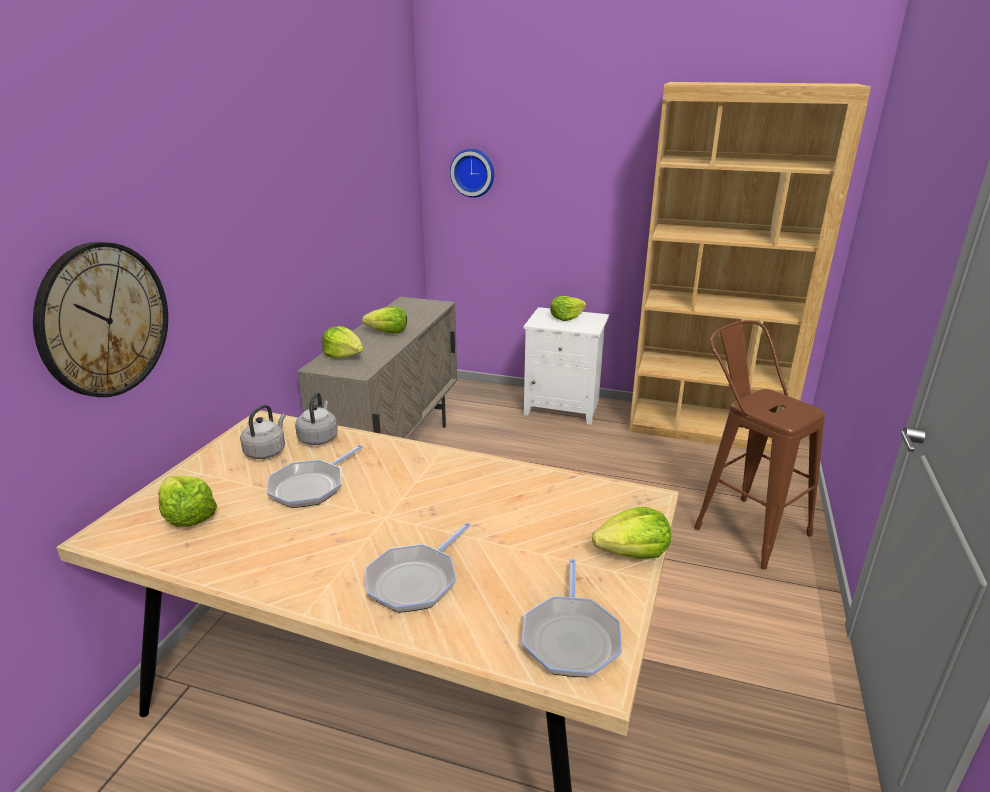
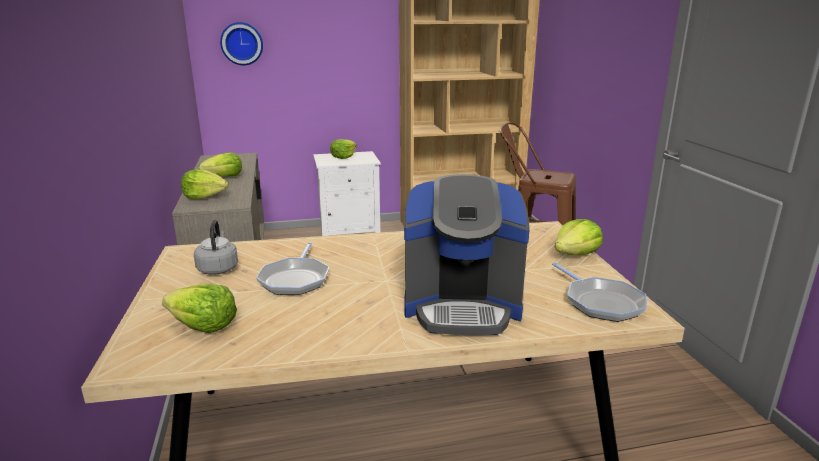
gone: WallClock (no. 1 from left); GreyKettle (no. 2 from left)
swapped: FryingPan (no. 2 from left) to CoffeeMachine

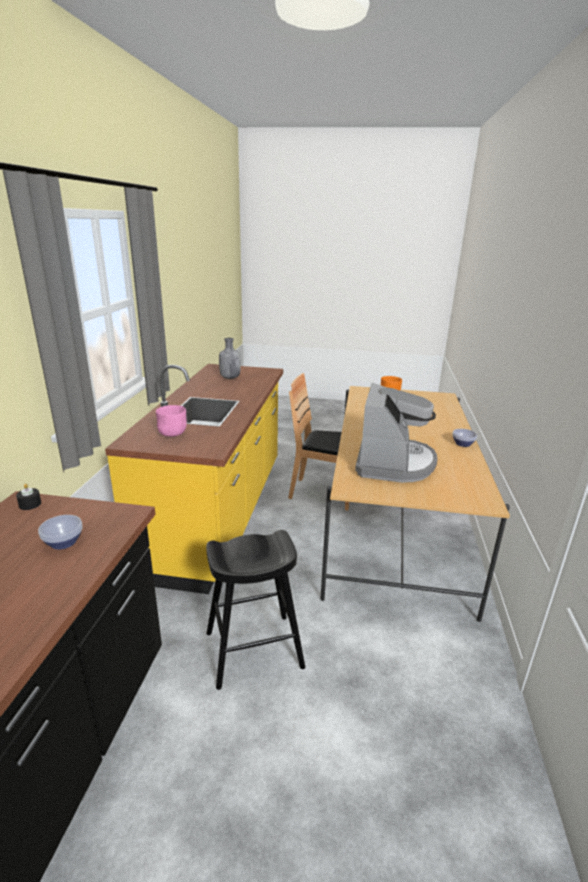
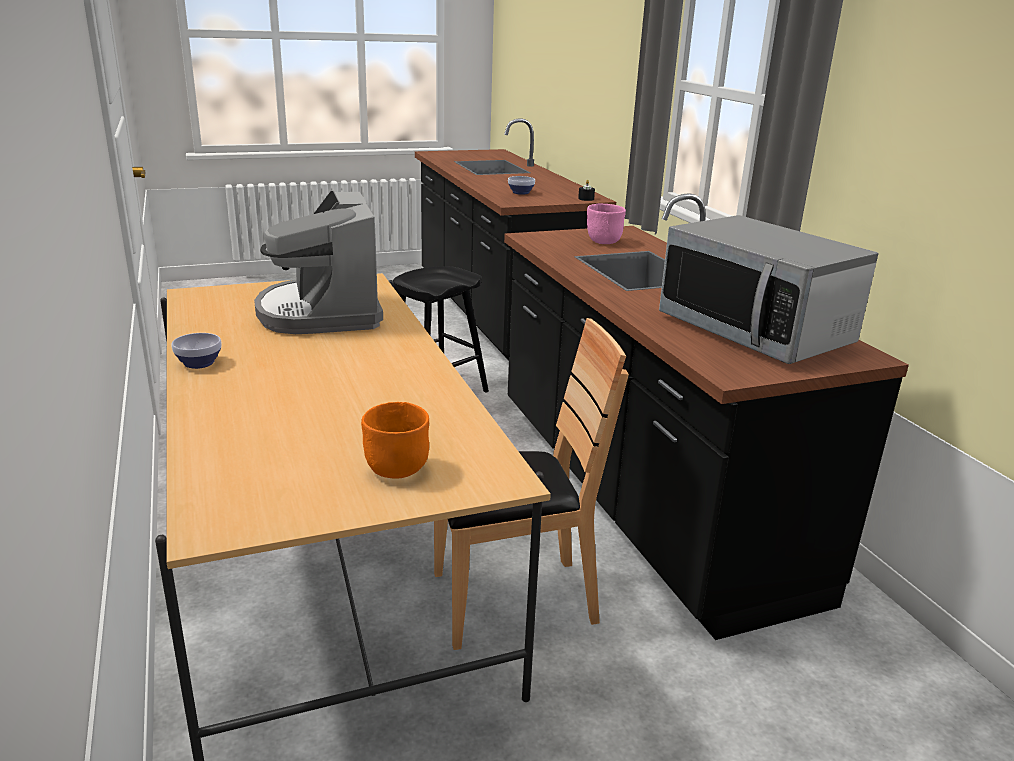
swapped: GreyBottle to Microwave
repainted: YellowCounter to BlackCounter (no. 2 from left)

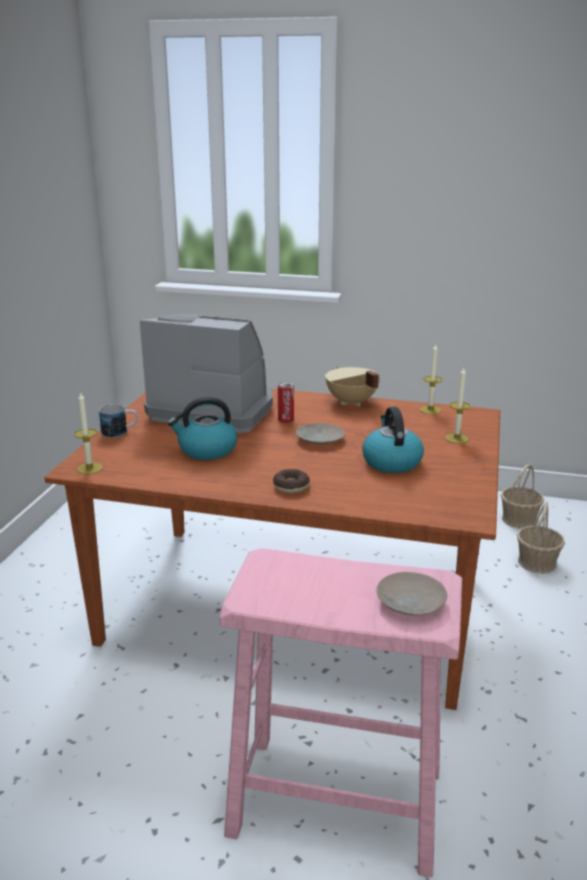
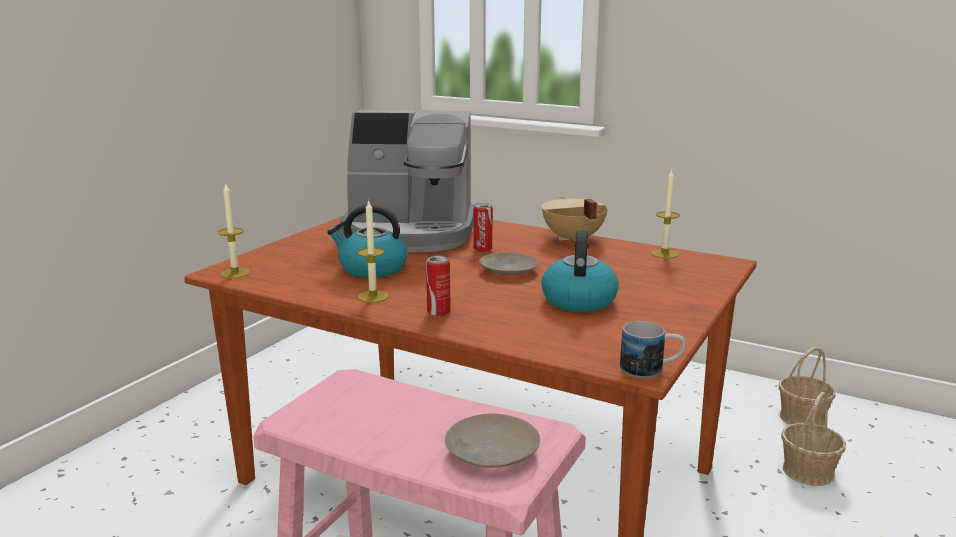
shifted: Candle (no. 3 from left in the first image) to Candle (no. 2 from left); Mug
swapped: Donut to Can (no. 1 from left)
rotated: CoffeeMachine 150 degrees clockwise

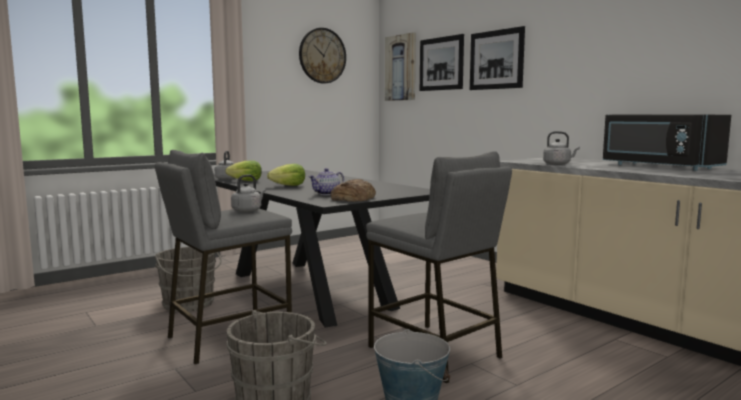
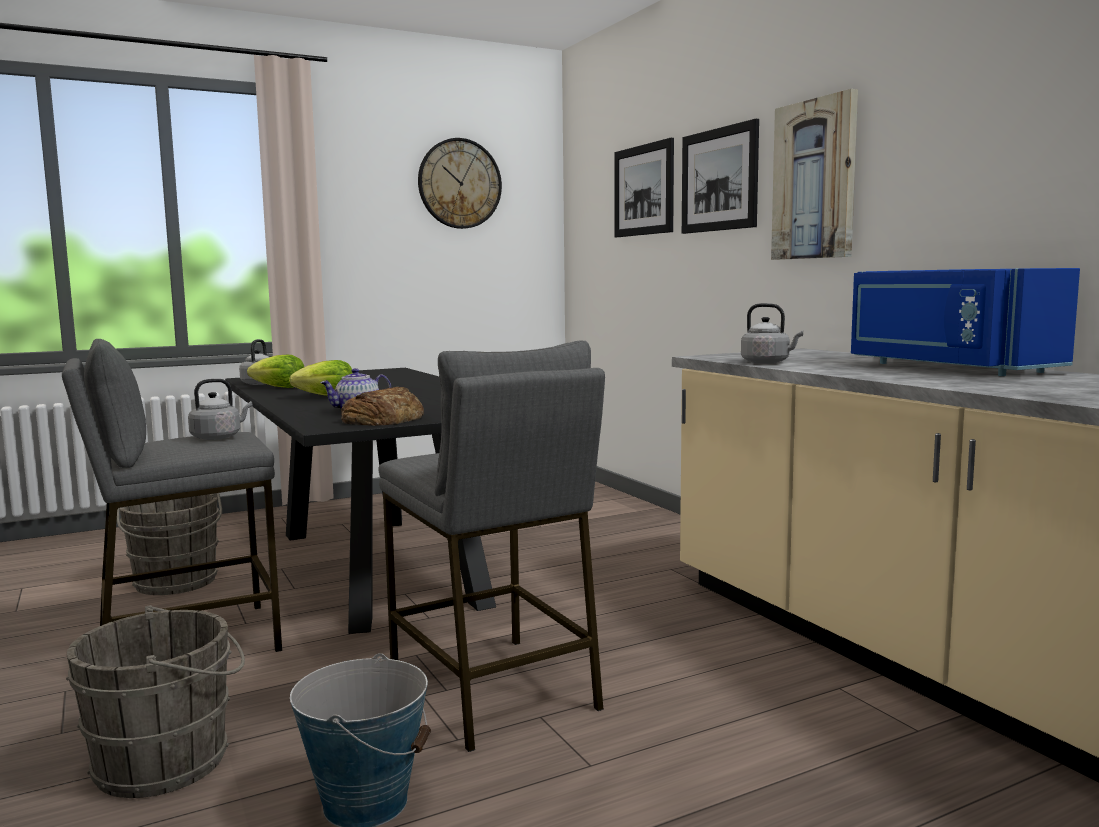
shifted: Picture (no. 1 from left in the first image) to Picture (no. 3 from left)
repainted: BlackMicrowave to BlueMicrowave

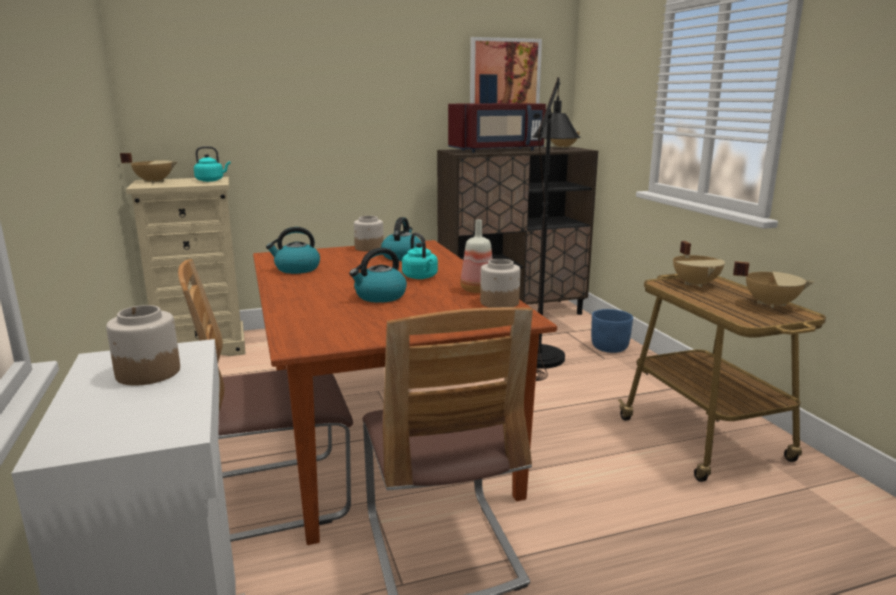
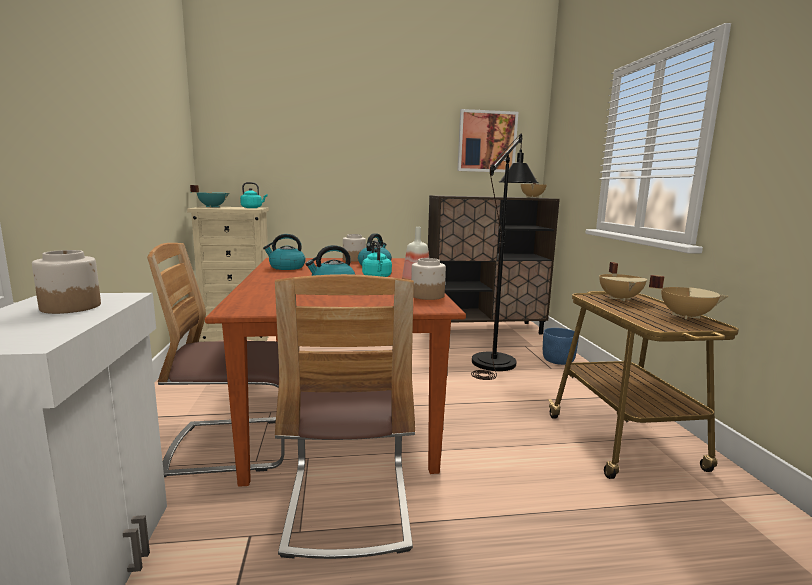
gone: RedMicrowave
repainted: BeigeCookingPot (no. 1 from left) to TurquoiseCookingPot

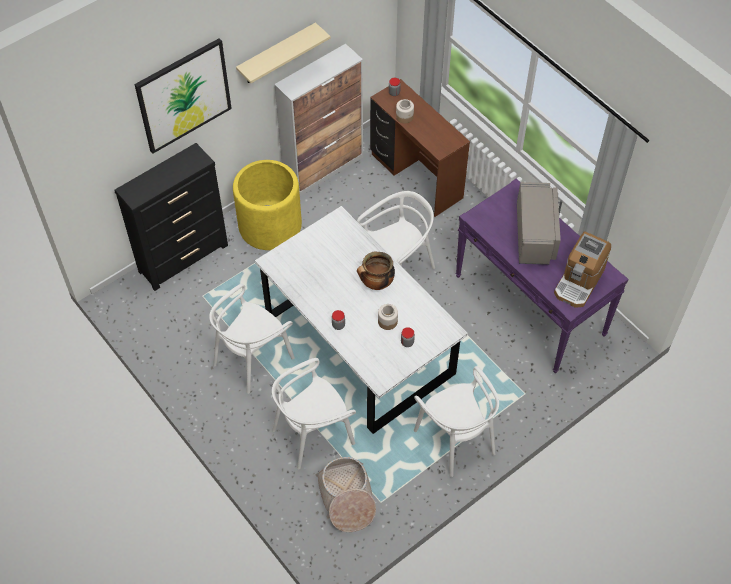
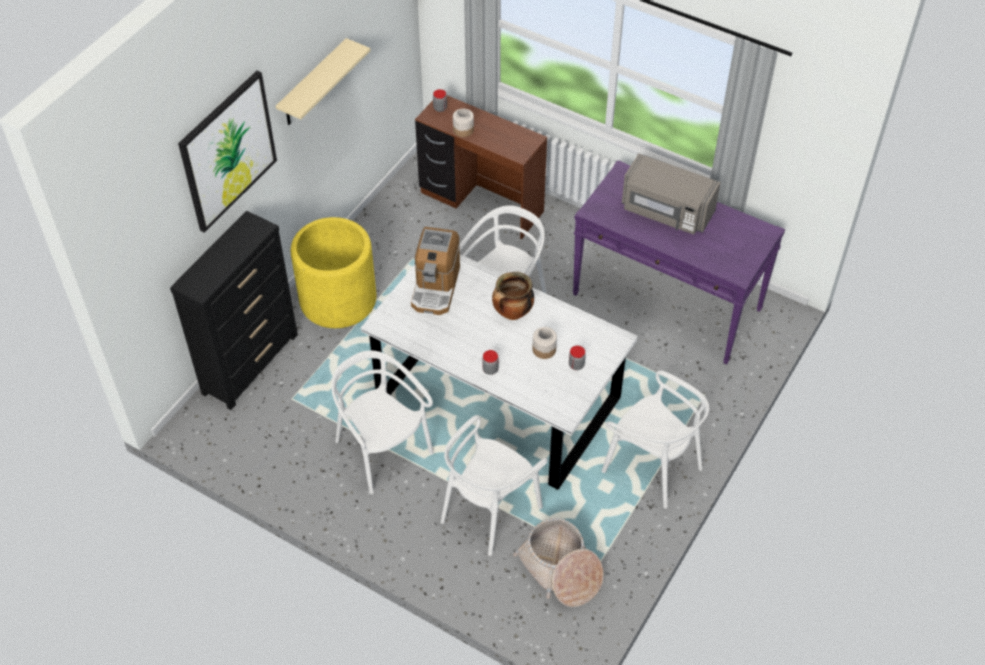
gone: Cabinet
shifted: CoffeeMachine
rotated: GreyMicrowave 135 degrees clockwise; WhiteChair (no. 1 from left) 120 degrees clockwise

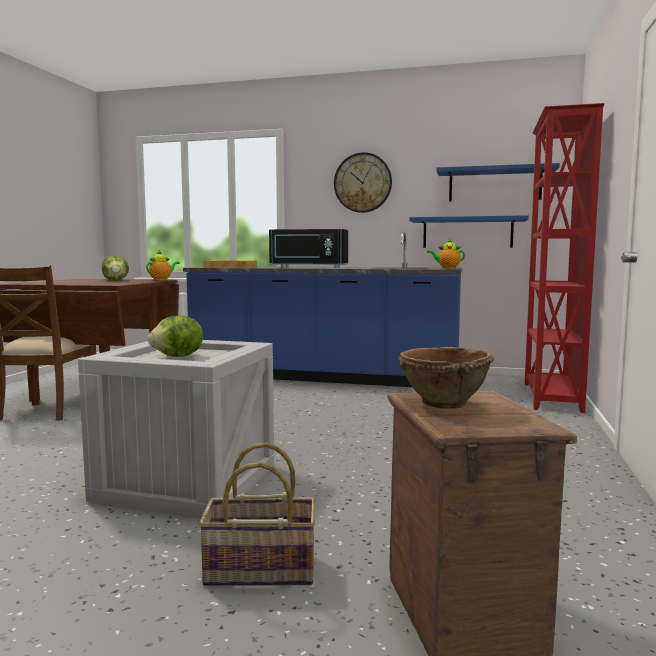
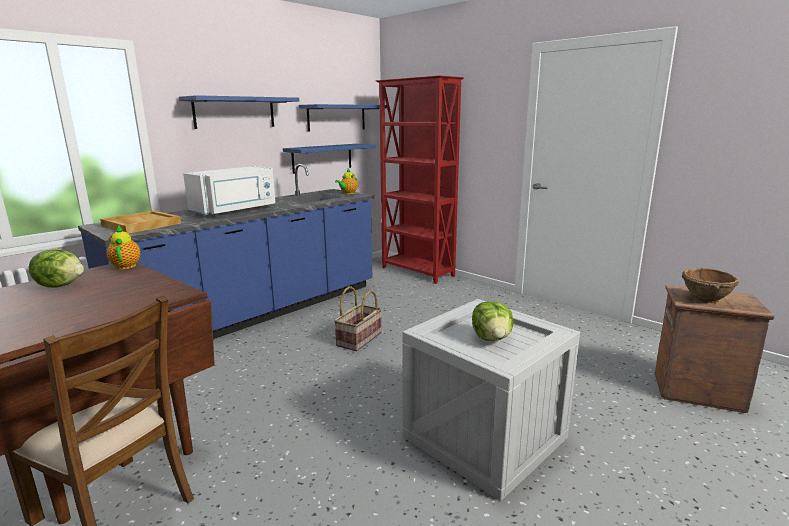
shifted: Basket
swapped: WallClock to BlueShelf (no. 1 from left)
repainted: BlackMicrowave to WhiteMicrowave

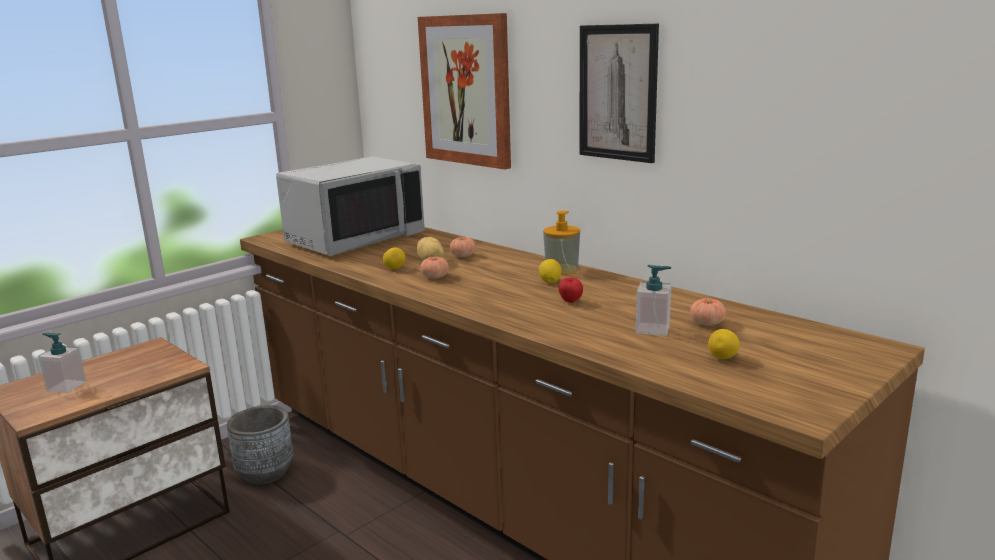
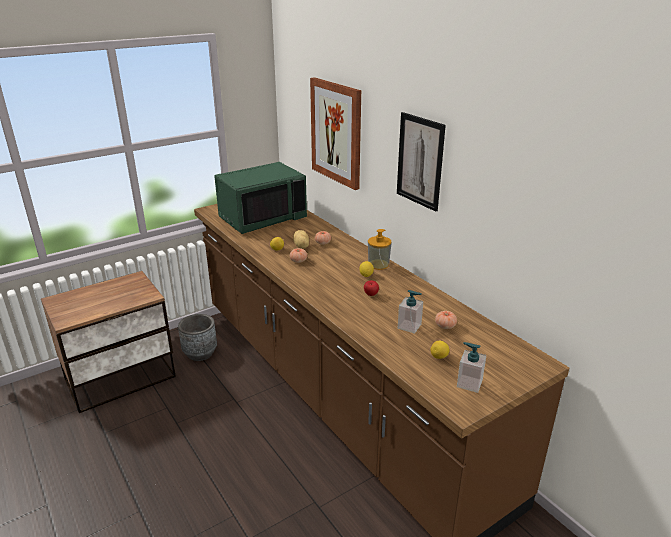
shifted: SoapDispenser (no. 1 from left in the first image) to SoapDispenser (no. 3 from left)
repainted: GreyMicrowave to GreenMicrowave

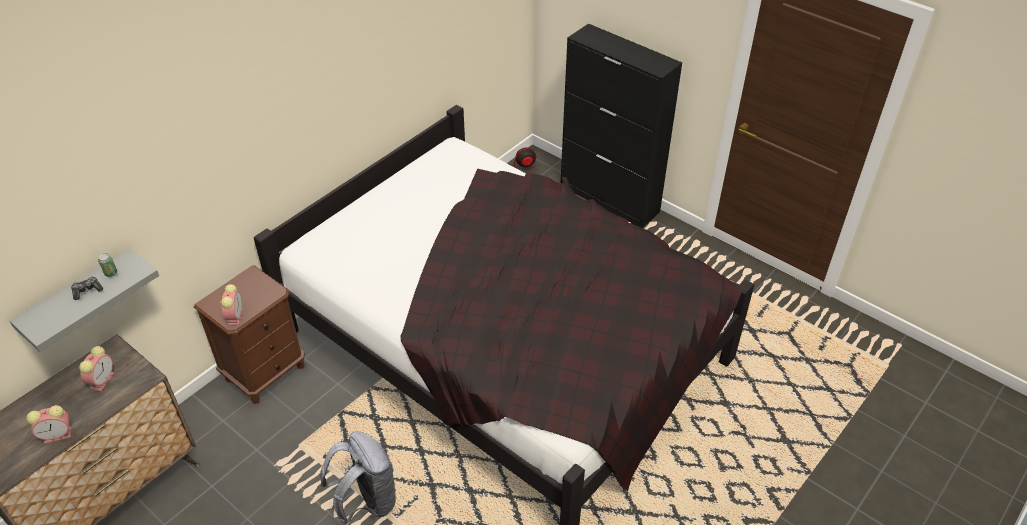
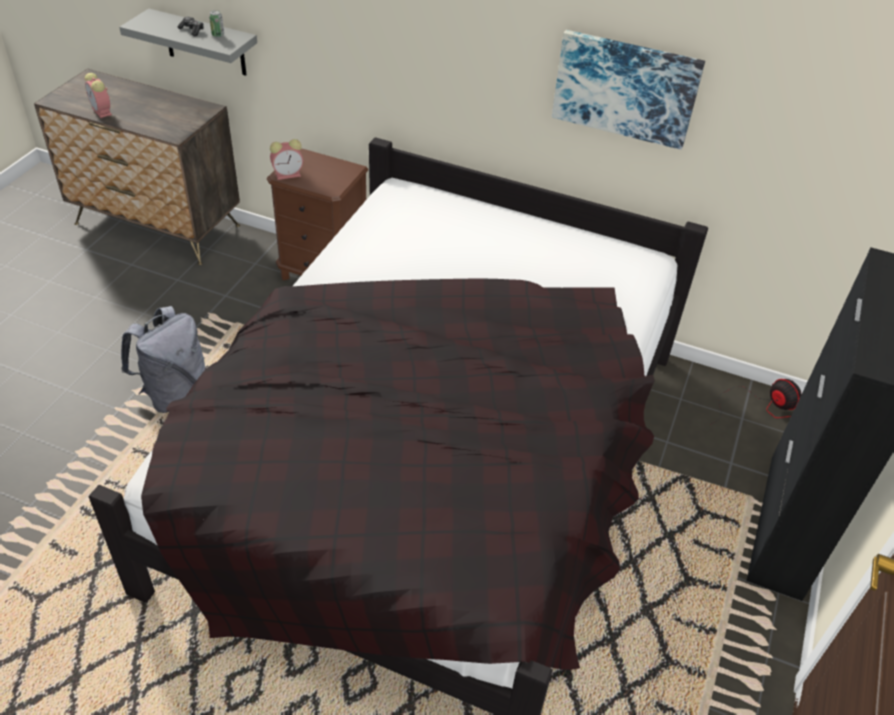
gone: AlarmClock (no. 2 from left)
new: Picture

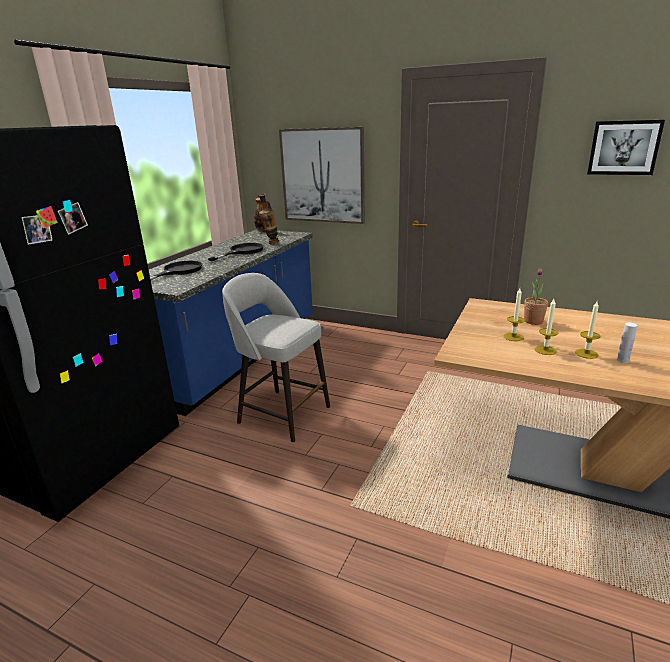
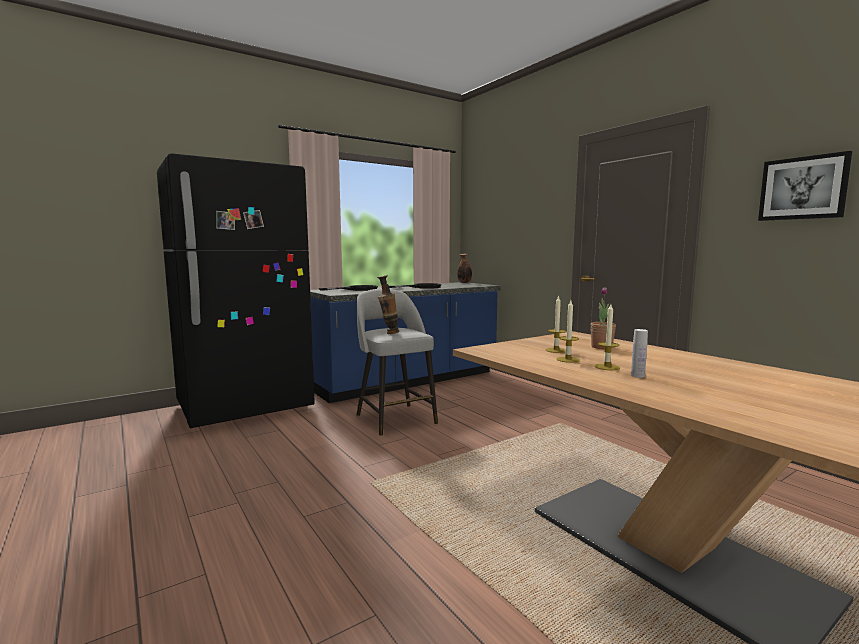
gone: Picture (no. 1 from left)
shifted: Vase

